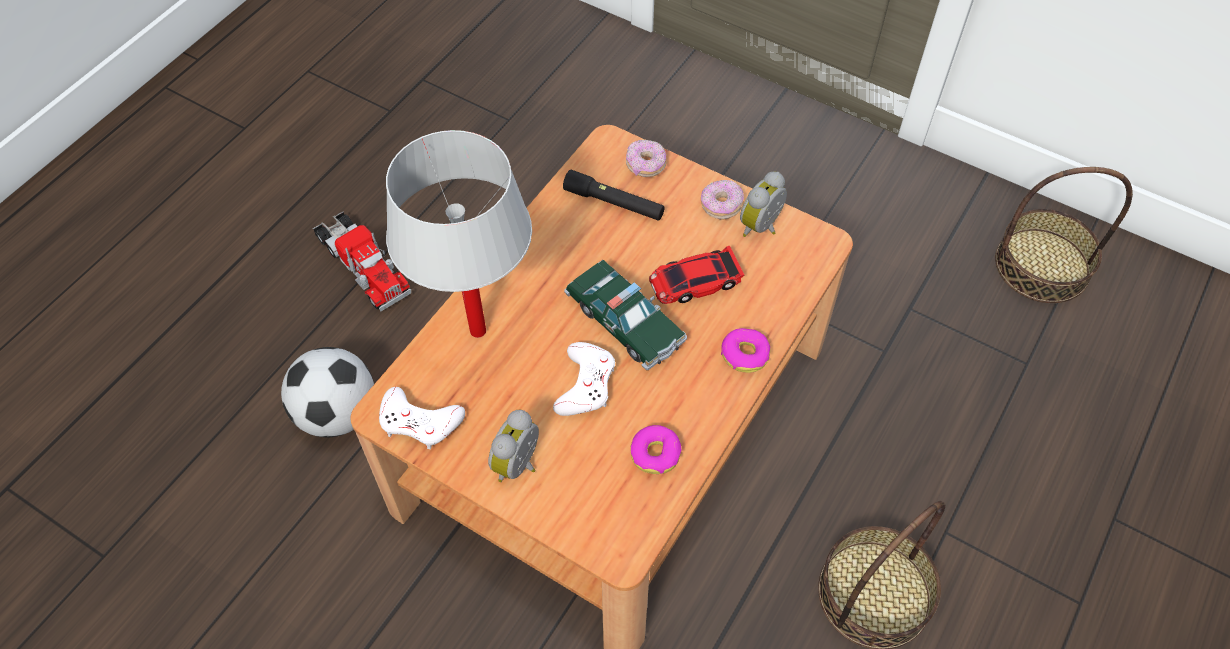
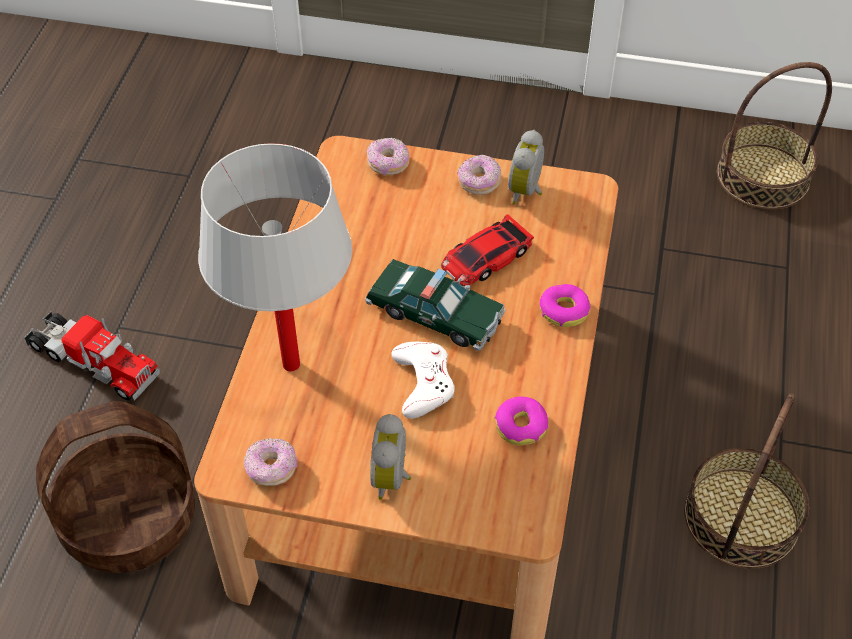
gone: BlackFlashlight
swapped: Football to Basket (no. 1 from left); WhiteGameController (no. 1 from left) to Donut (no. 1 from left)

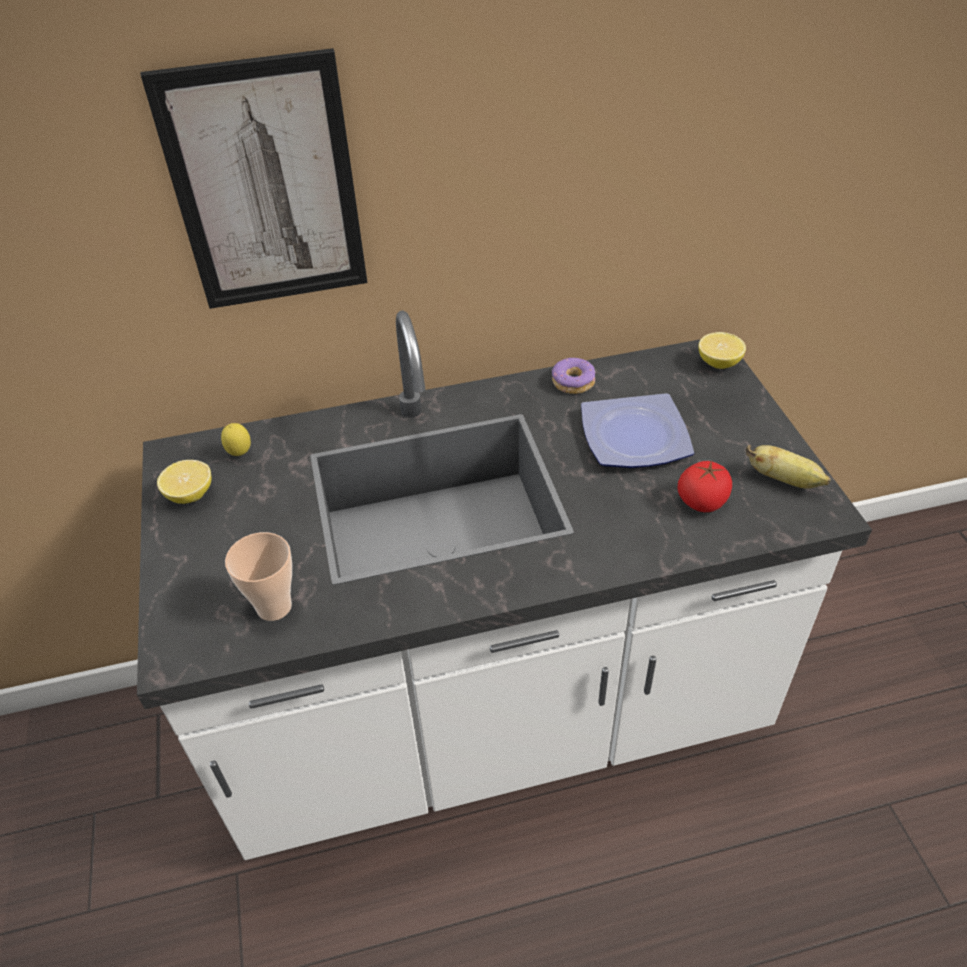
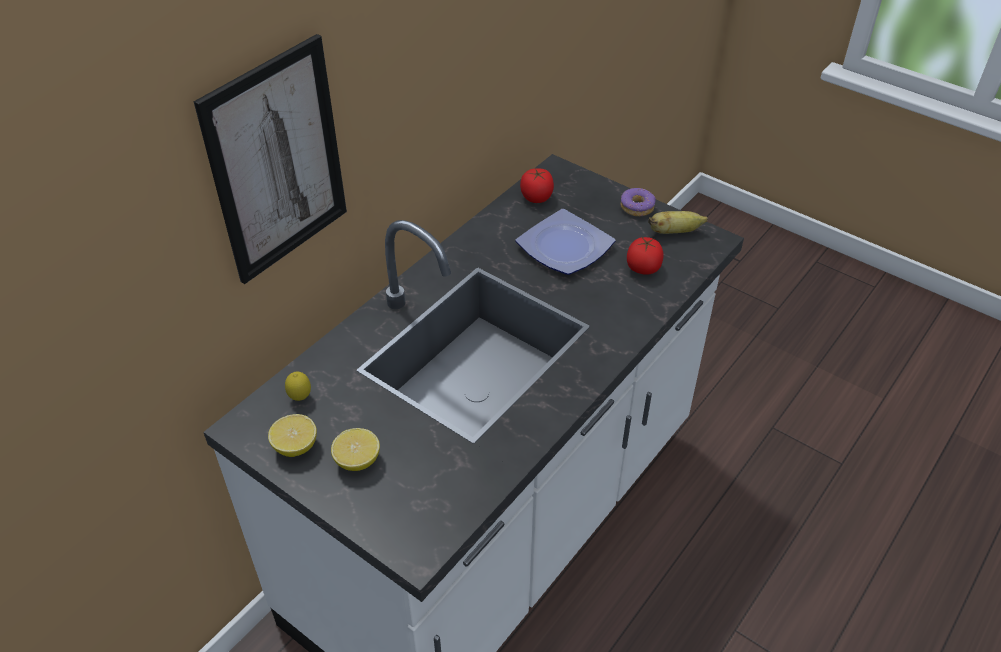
gone: Cup
new: Tomato (no. 1 from left)
shifted: Lemon (no. 3 from left); Donut

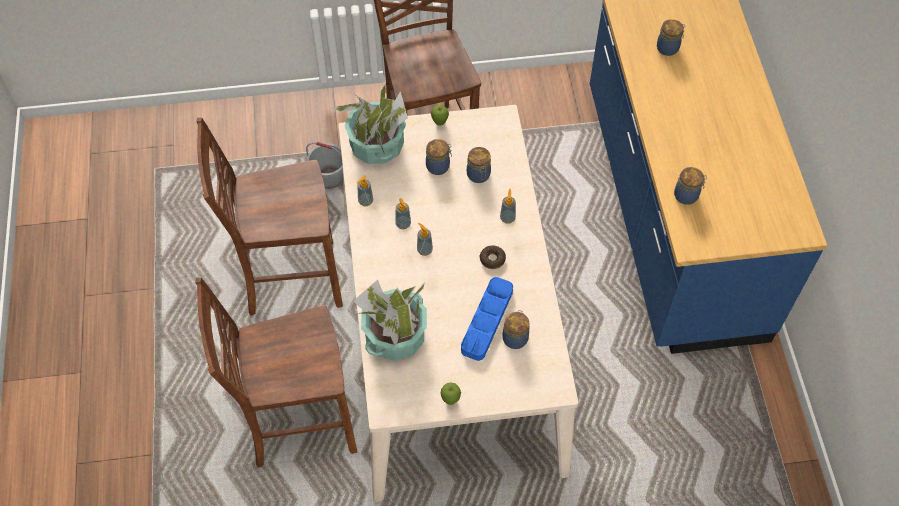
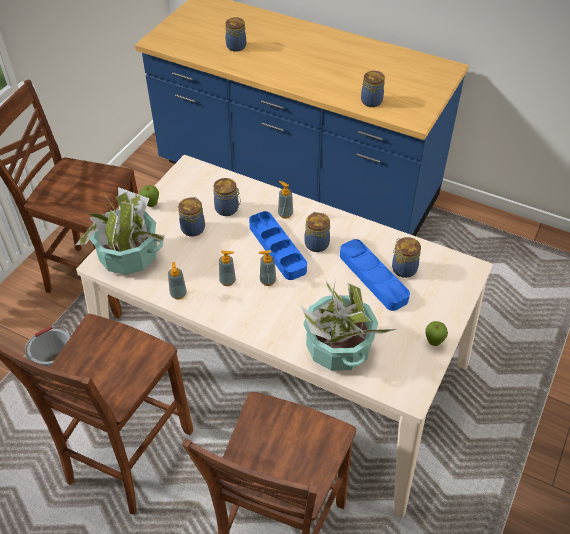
new: BlueTray (no. 1 from left)
swapped: Donut to Jar (no. 4 from left)

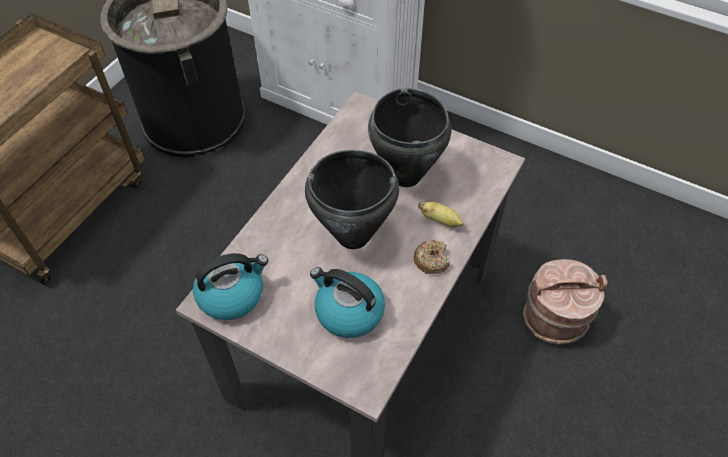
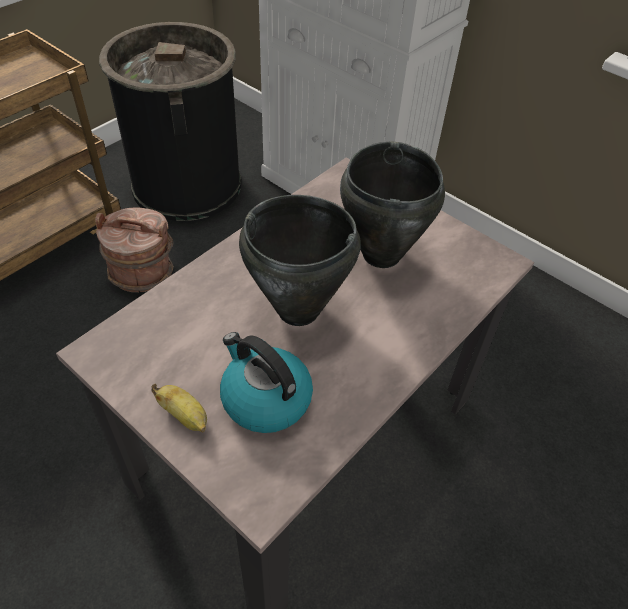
gone: Donut; Kettle (no. 1 from left)
shifted: Banana; BrownBucket

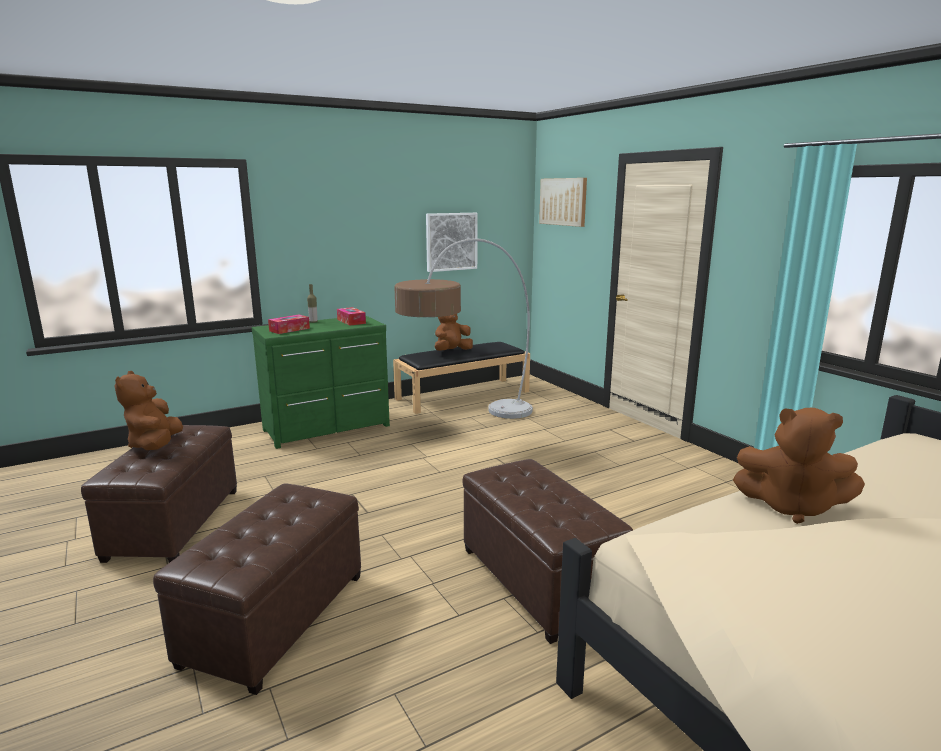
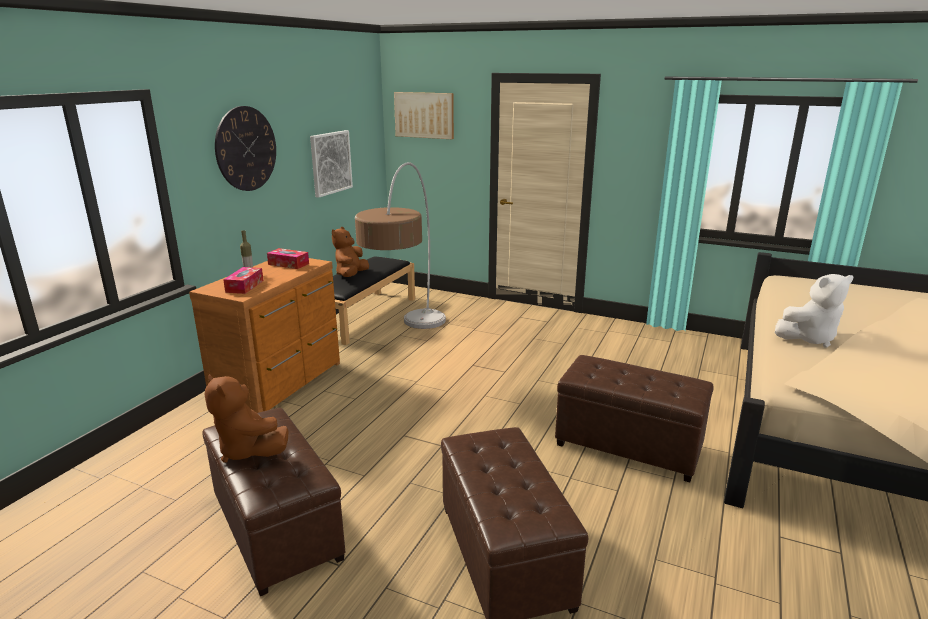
new: WallClock
repainted: GreenDresser to BrownDresser; BrownPlushToy (no. 3 from left) to WhitePlushToy

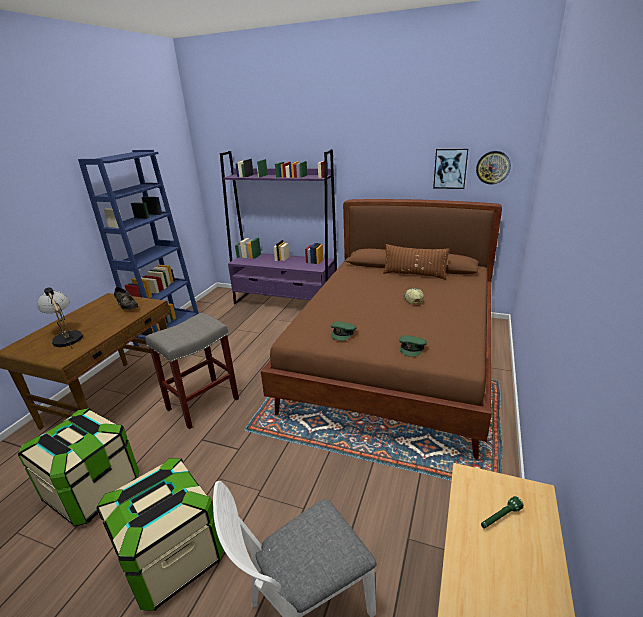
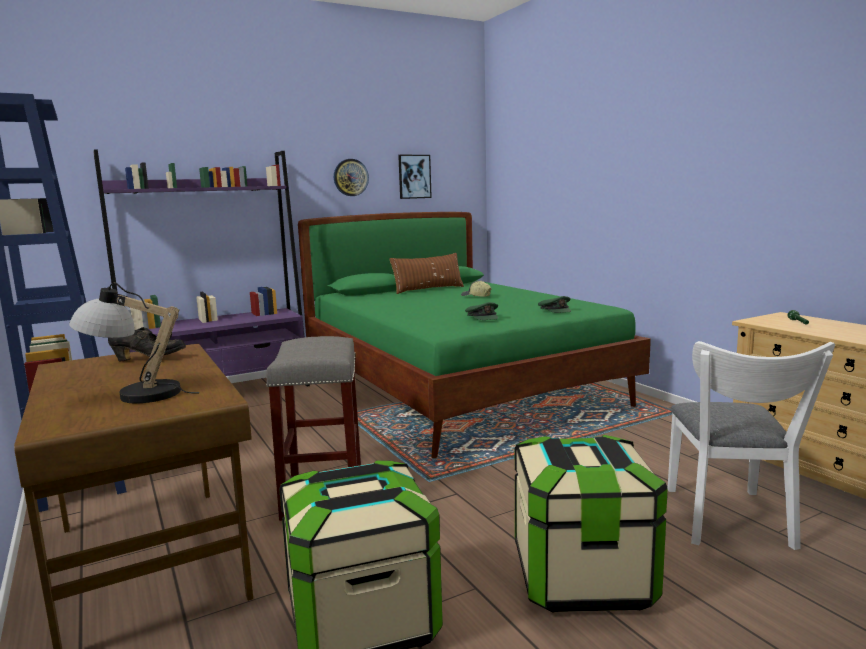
shifted: WallClock
repainted: BrownBed to GreenBed

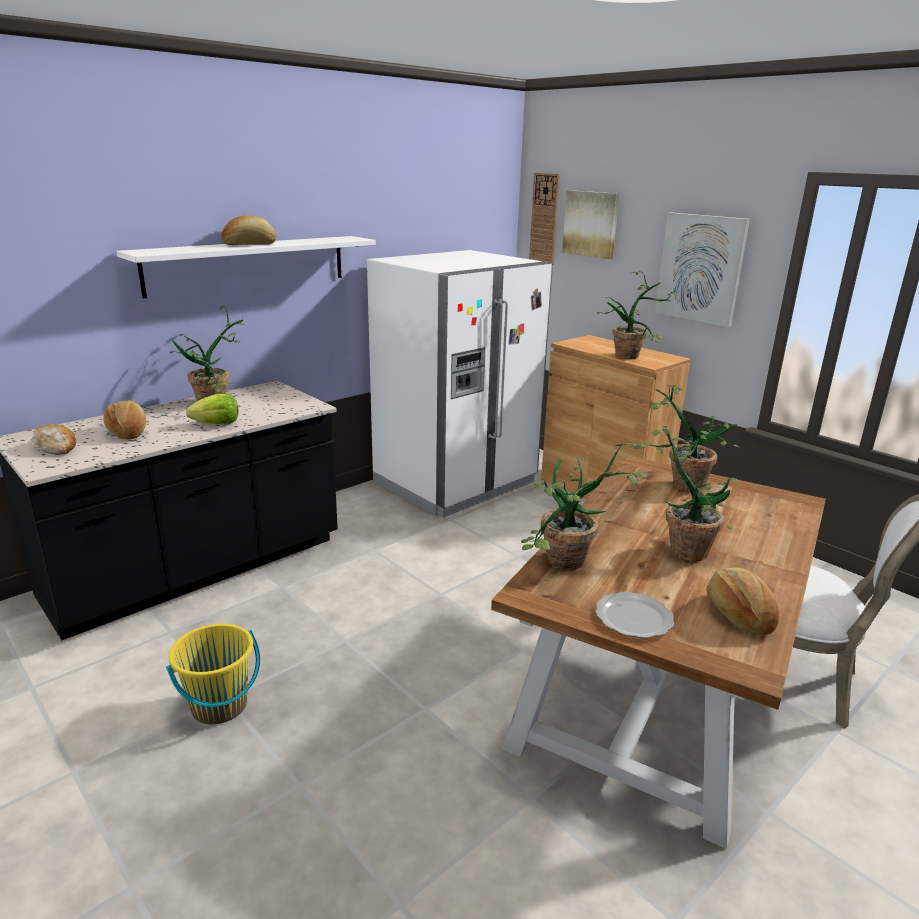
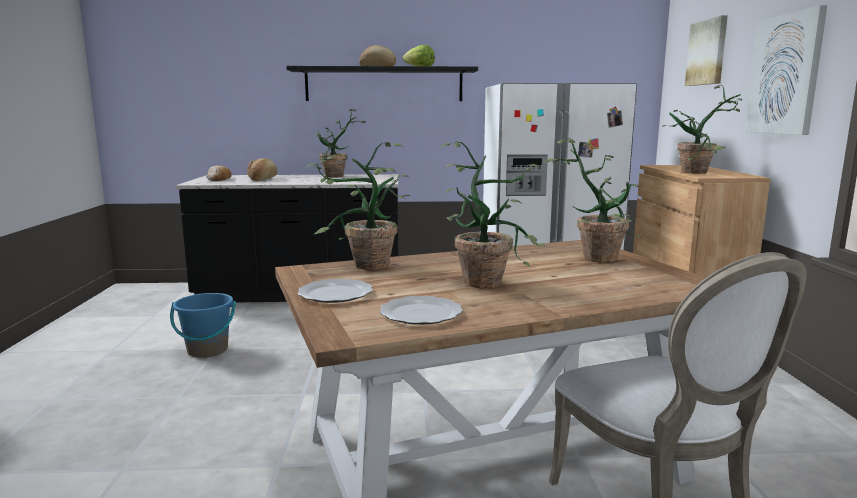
gone: WallClock
shifted: Lettuce
swapped: Bread (no. 4 from left) to Plate (no. 2 from left)
repainted: WhiteShelf to BlackShelf; YellowBucket to BlueBucket

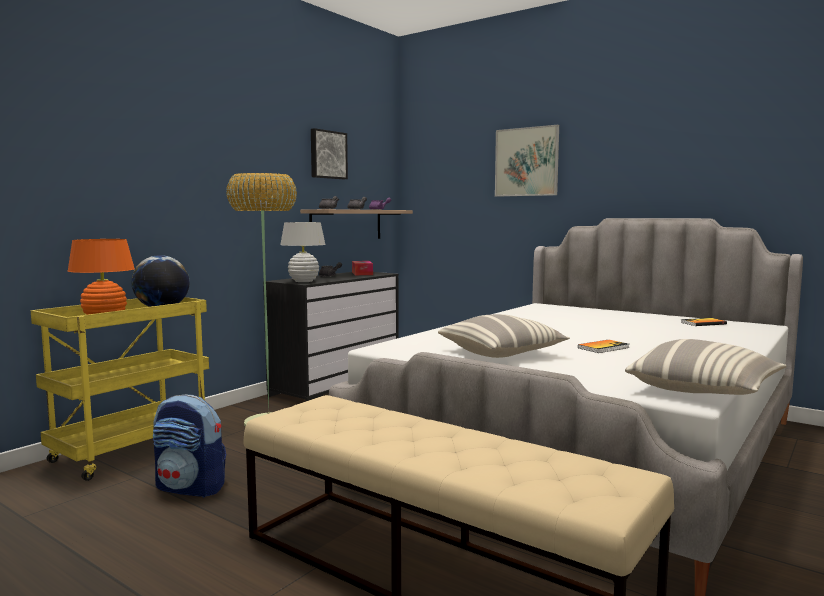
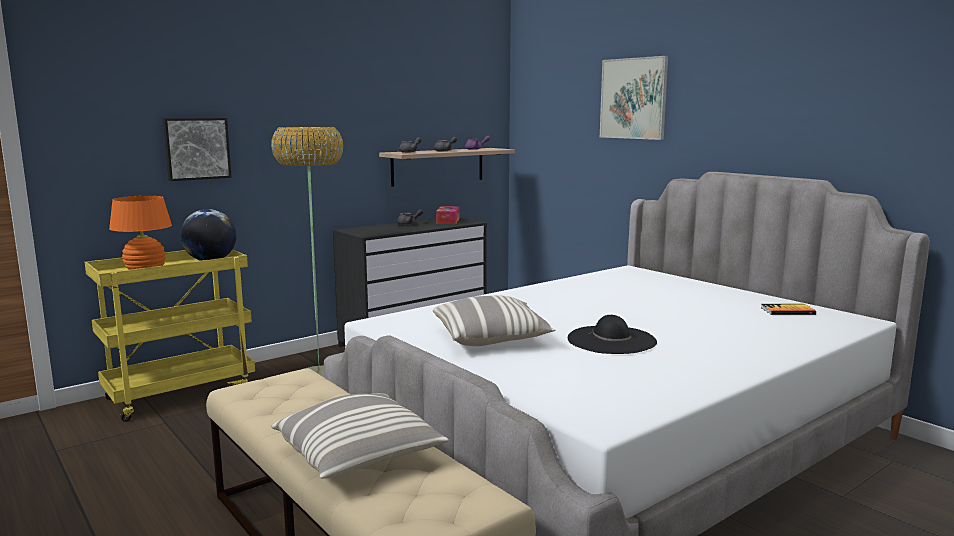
gone: WhiteTableLamp; Backpack
shifted: Picture (no. 1 from left); Pillow (no. 2 from left in the first image) to Pillow (no. 1 from left)
swapped: Book (no. 1 from left) to BlackHat

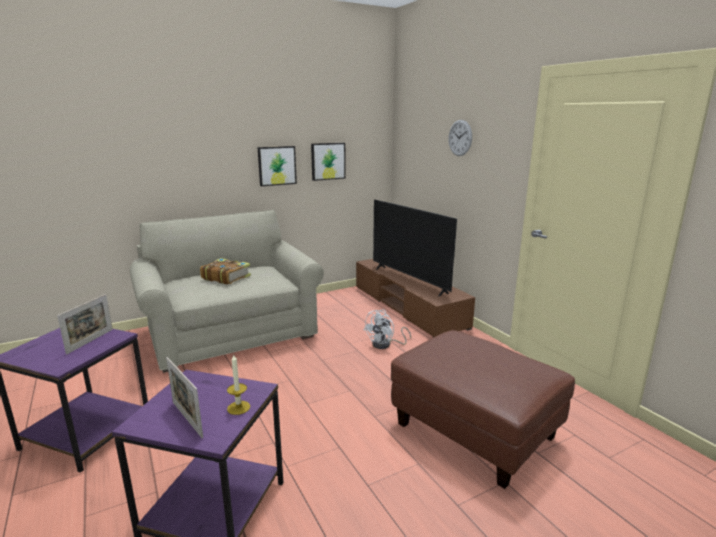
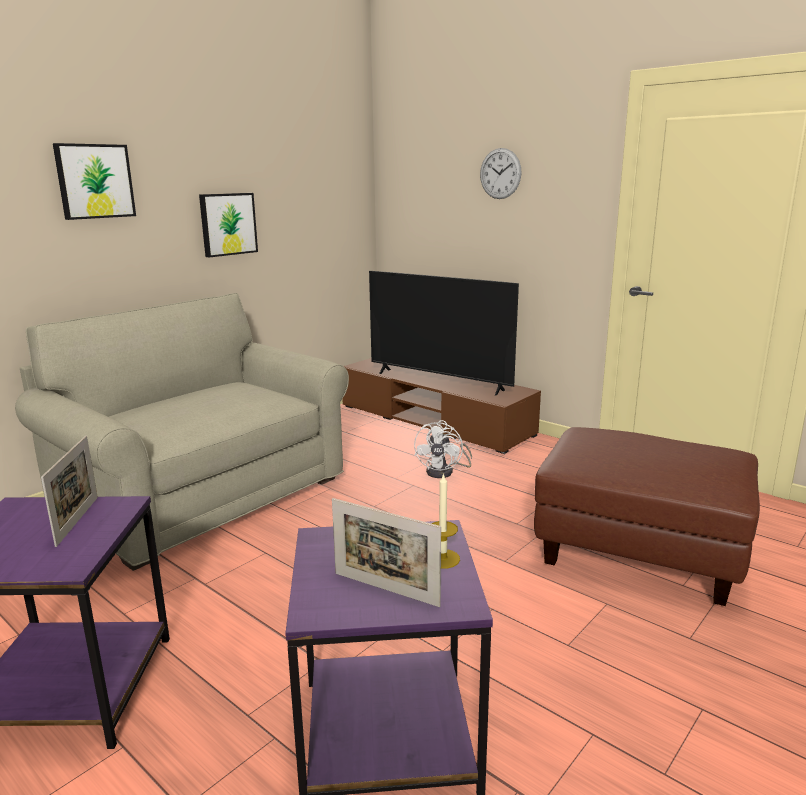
gone: Book
shifted: Picture (no. 2 from left in the first image) to Picture (no. 1 from left)

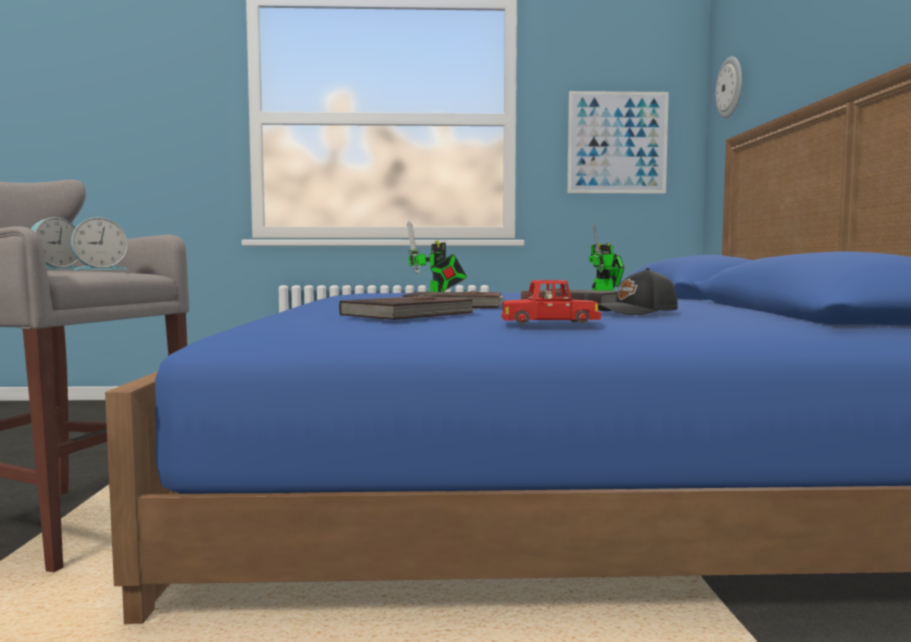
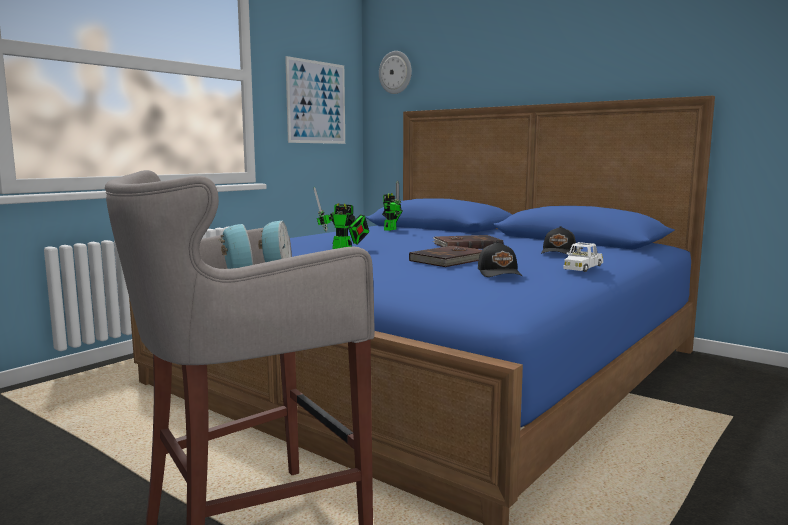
swapped: BrownBook (no. 1 from left) to BlackCap (no. 1 from left)
repainted: RedToyCar to WhiteToyCar

